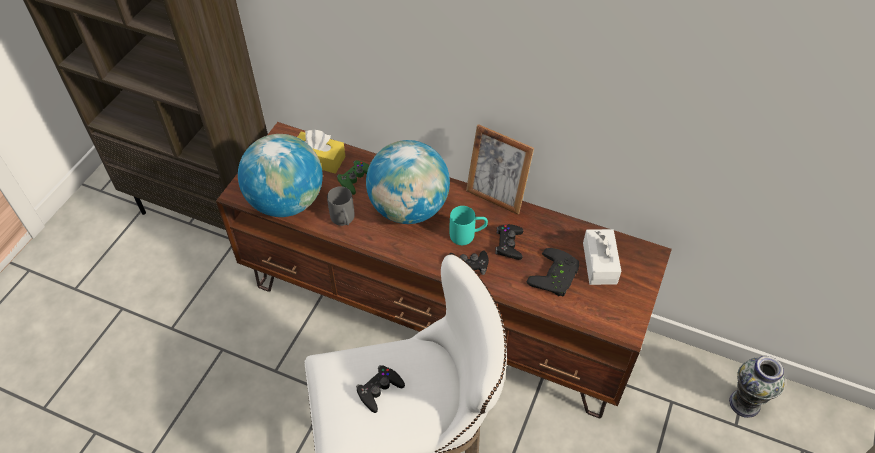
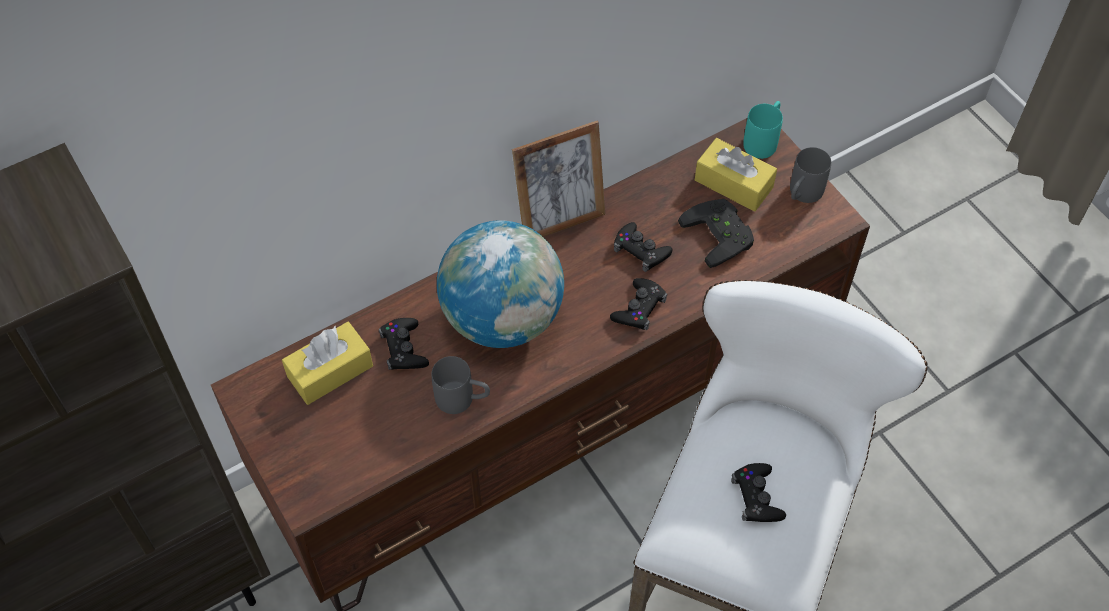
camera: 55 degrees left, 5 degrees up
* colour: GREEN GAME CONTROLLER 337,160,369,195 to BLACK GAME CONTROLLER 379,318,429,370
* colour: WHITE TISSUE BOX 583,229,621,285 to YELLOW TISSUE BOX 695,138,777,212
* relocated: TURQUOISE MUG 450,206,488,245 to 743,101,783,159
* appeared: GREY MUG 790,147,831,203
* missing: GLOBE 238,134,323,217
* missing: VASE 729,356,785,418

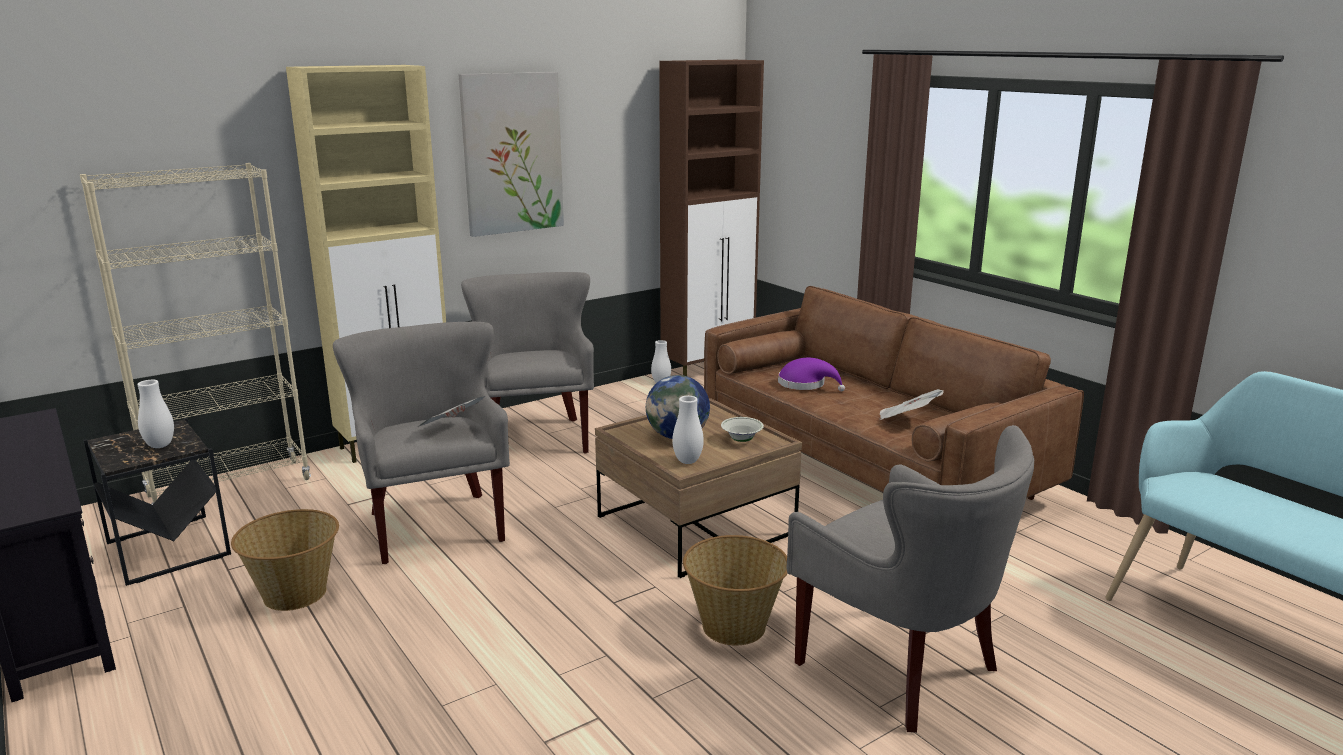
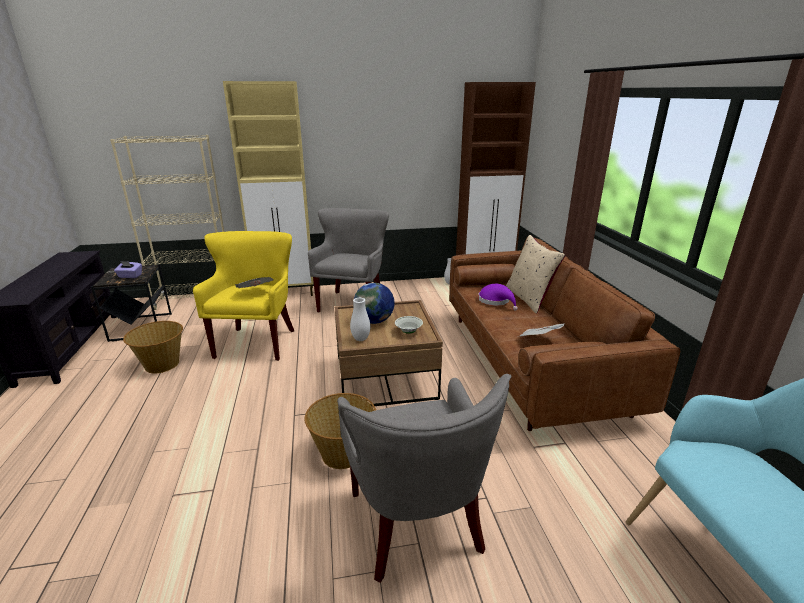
camera: 25 degrees right, 5 degrees up
* exchanged: WHITE VASE 137,380,174,448 to PURPLE TISSUE BOX 114,261,142,278
* colour: GREY ARMCHAIR 333,322,510,564 to YELLOW ARMCHAIR 193,231,294,361
* appeared: BEIGE PILLOW 506,235,565,314
* missing: PICTURE 458,72,564,237

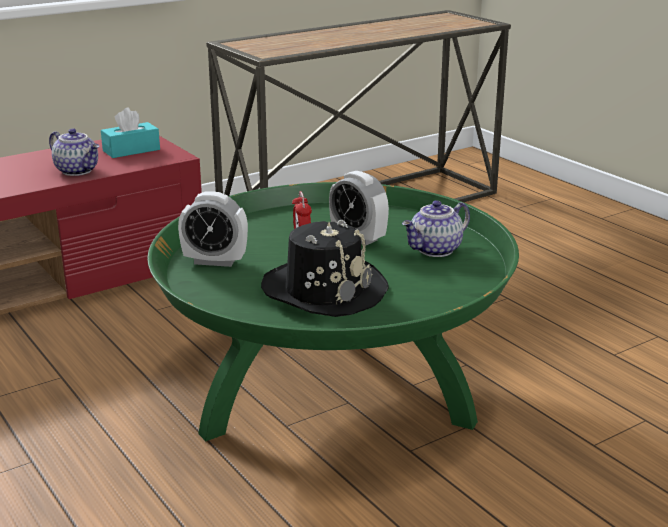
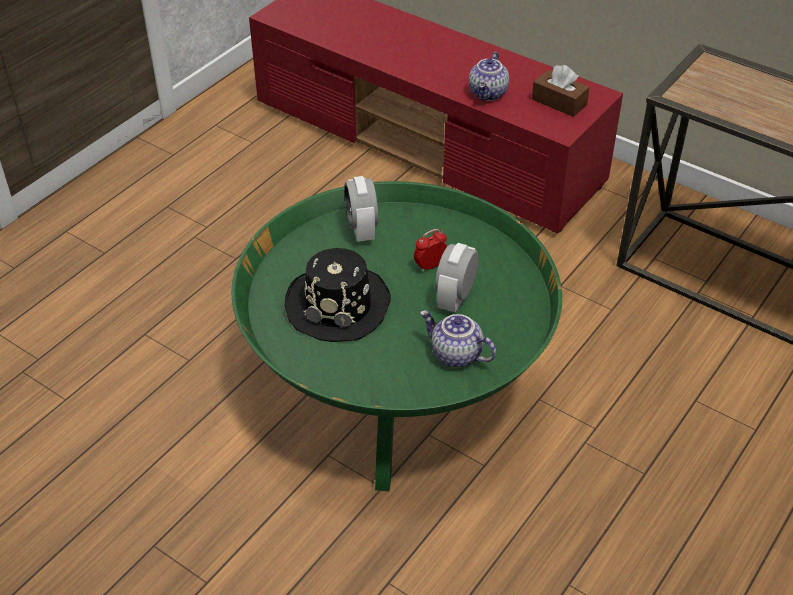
camera: 70 degrees right, 20 degrees up
* colour: TURQUOISE TISSUE BOX 101,107,160,158 to BROWN TISSUE BOX 532,65,590,117

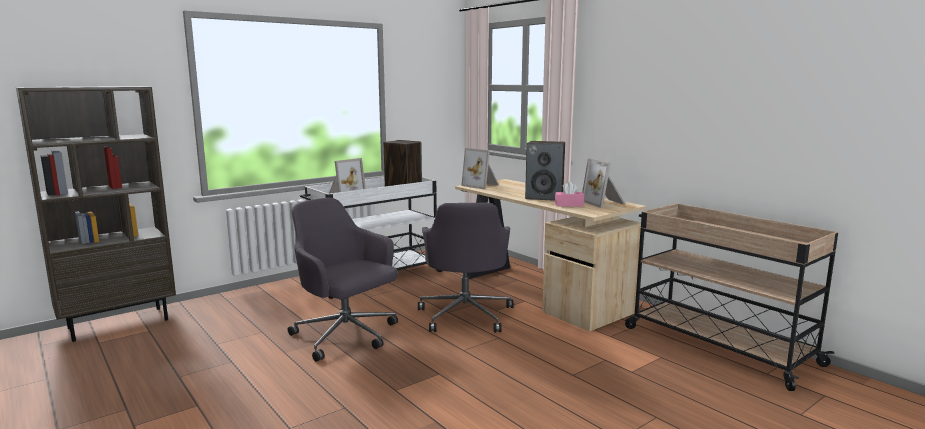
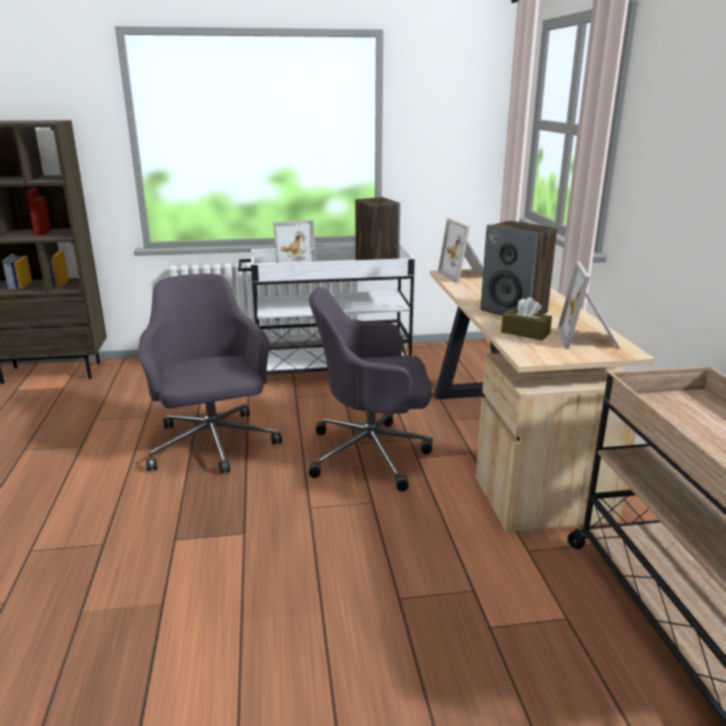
camera: 30 degrees right, 10 degrees up
* spun: GREY OFFICE CHAIR 418,203,514,332 = 309,287,433,492 60 degrees clockwise
* colour: PINK TISSUE BOX 555,182,584,207 to BROWN TISSUE BOX 501,297,552,340

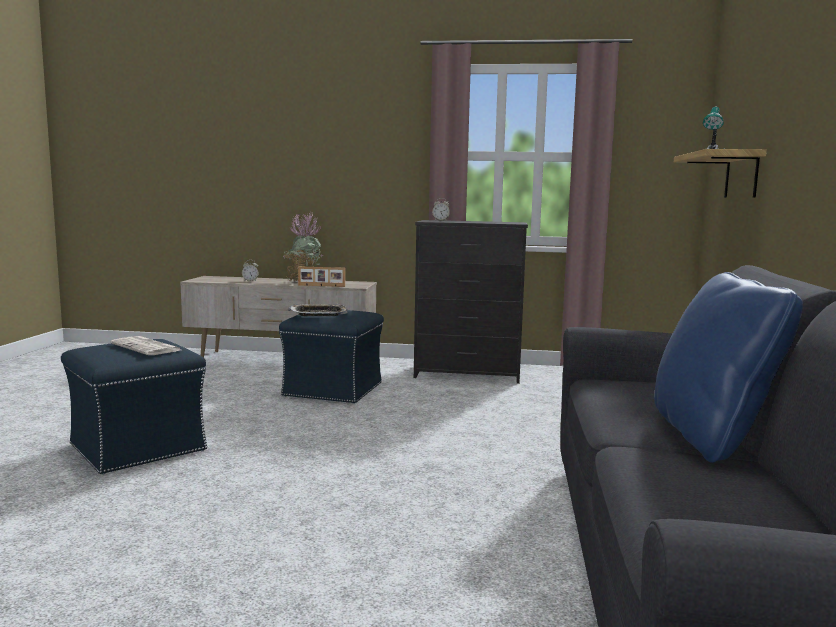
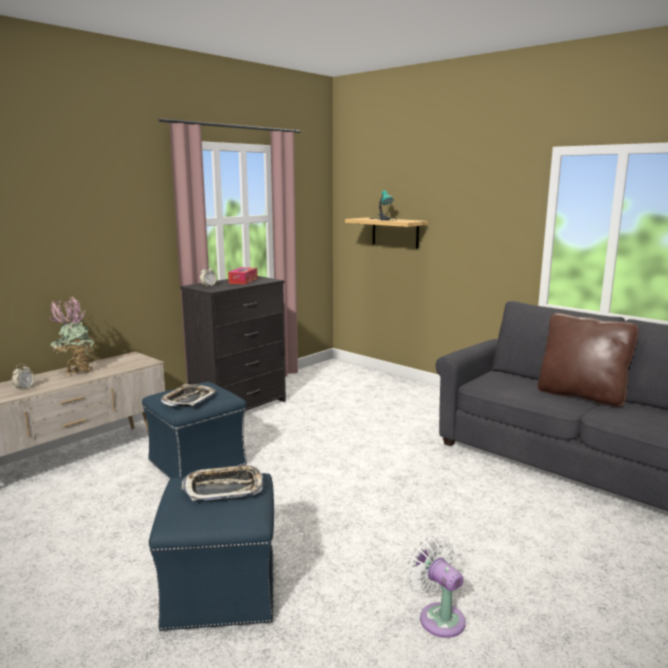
camera: 55 degrees left, 5 degrees up
* exchanged: NEWSPAPER 110,336,181,355 to TRAY 182,464,263,501
* appeared: TISSUE BOX 228,267,258,284
* appeared: WHITE FAN 406,535,466,638
* colour: BLUE PILLOW 654,272,803,463 to BROWN PILLOW 538,313,638,407
* missing: PICTURE FRAME 298,266,345,287

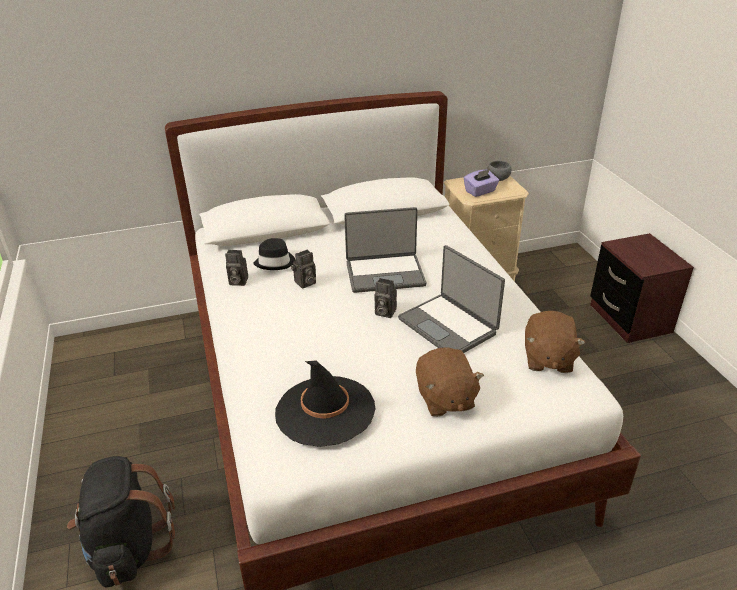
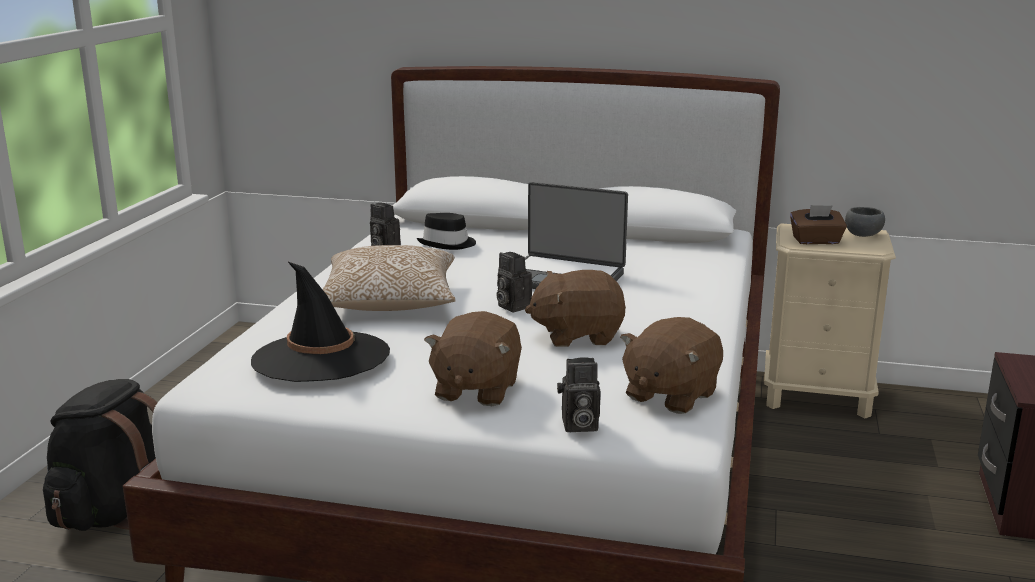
camera: 30 degrees right, 15 degrees down
* appeared: PILLOW 322,245,456,311
* exchanged: LAPTOP 398,245,505,353 to BROWN PLUSH TOY 525,270,626,347
* relocated: PHOTO CAMERA 291,250,316,288 to 557,358,601,432
* colour: PURPLE TISSUE BOX 464,169,499,197 to BROWN TISSUE BOX 790,205,847,244

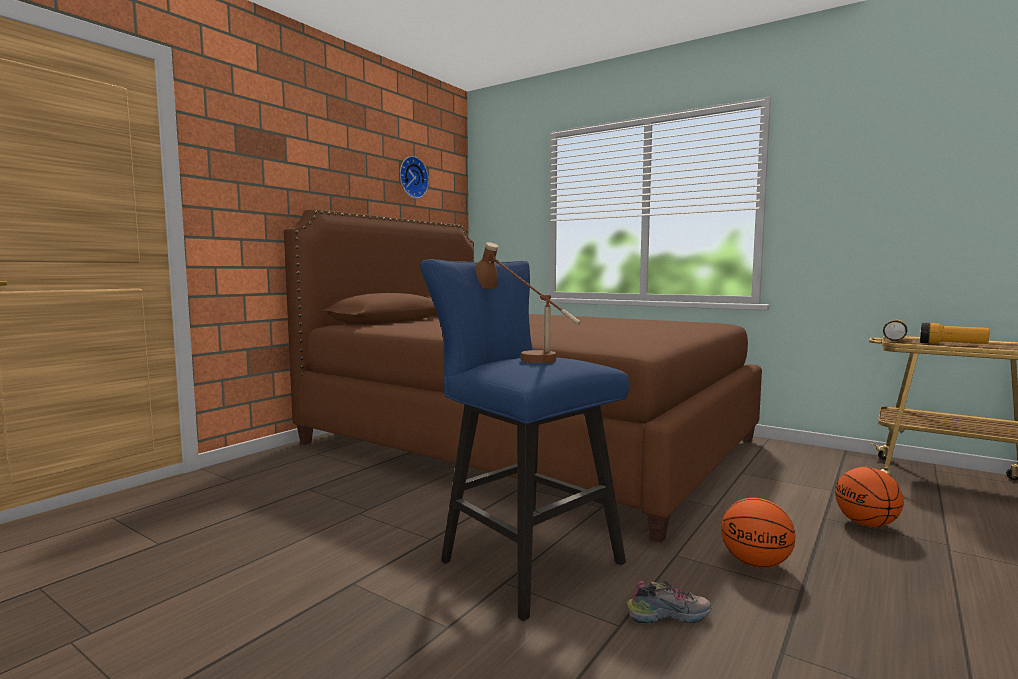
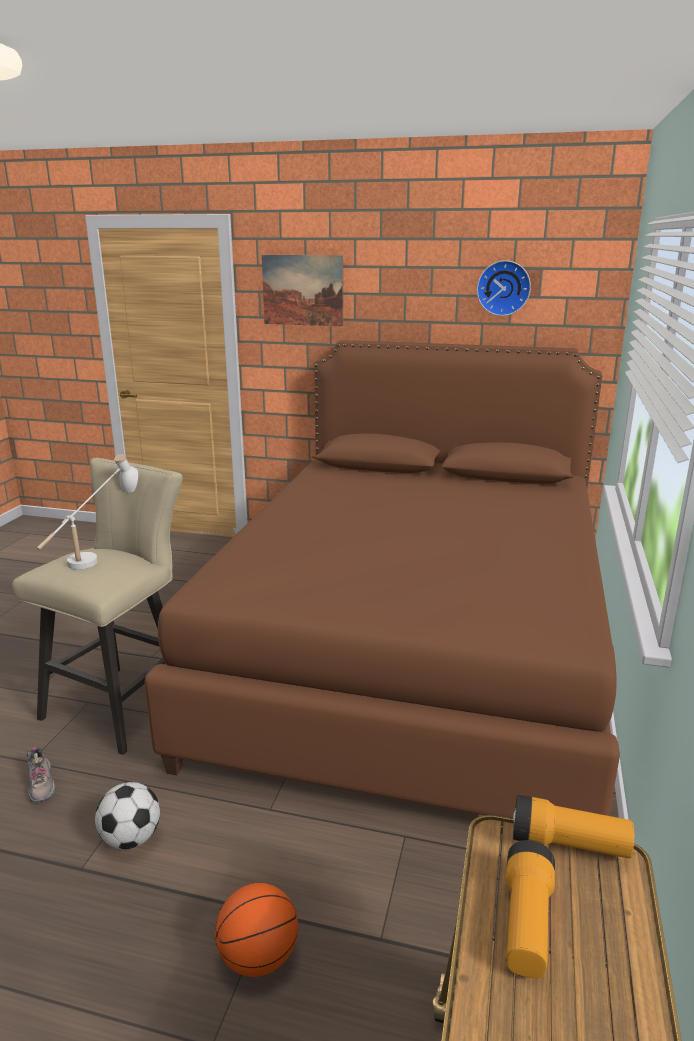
camera: 70 degrees right, 15 degrees up
* colour: BLUE STOOL 420,259,629,621 to BEIGE STOOL 12,458,183,755
* colour: BROWN TABLE LAMP 475,242,581,363 to WHITE TABLE LAMP 37,454,138,570
* exchanged: BASKETBALL 721,498,795,568 to FOOTBALL 95,782,160,849
* appeared: PICTURE 262,255,343,326

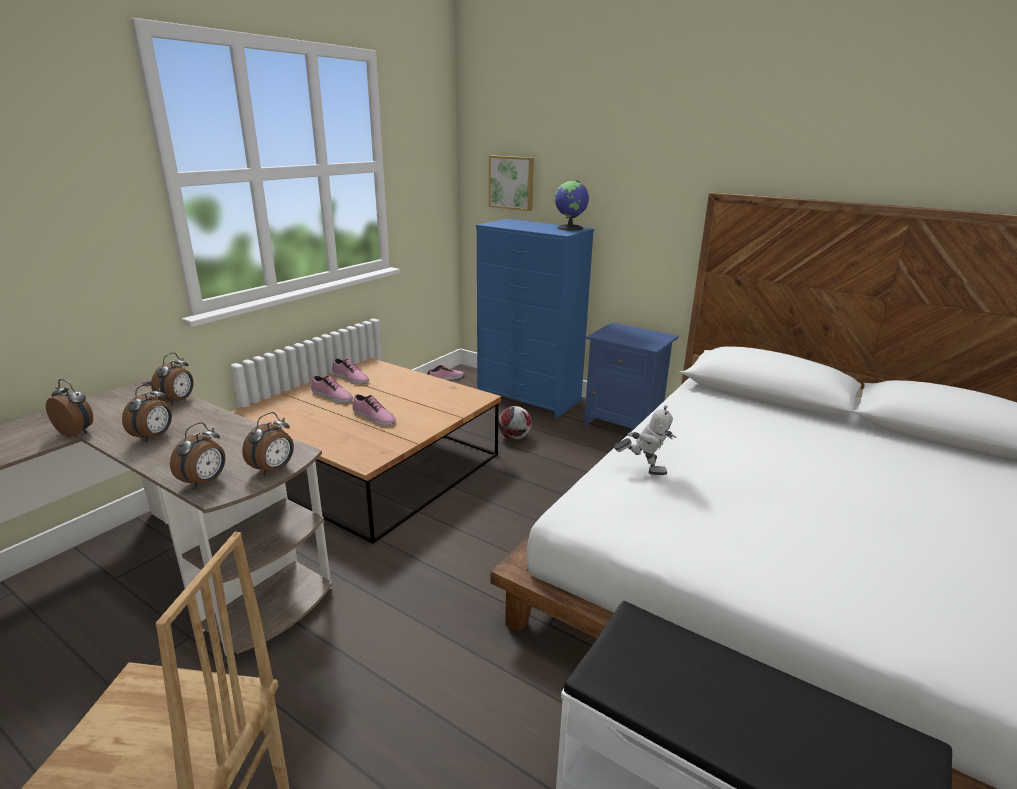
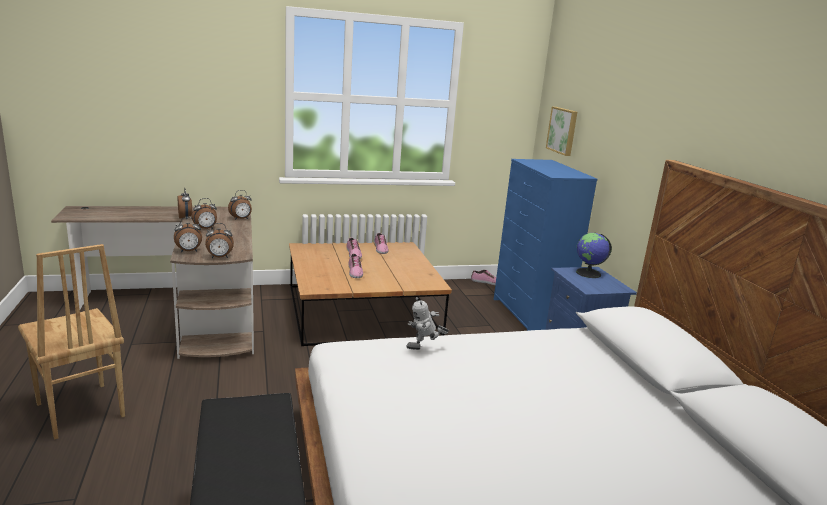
camera: 40 degrees right, 5 degrees down
* spun: TOY ROBOT 614,405,677,475 = 406,297,449,350 105 degrees clockwise
* relocated: GLOBE 555,180,589,231 to 576,233,612,278
* missing: FOOTBALL 498,406,532,440

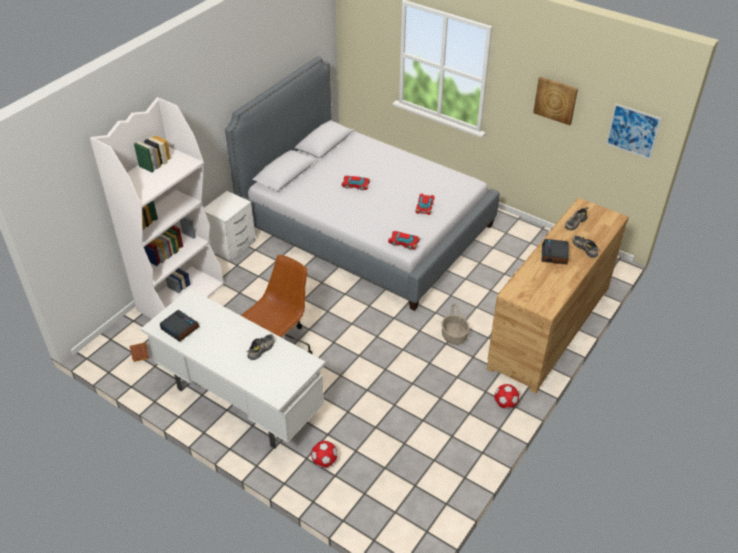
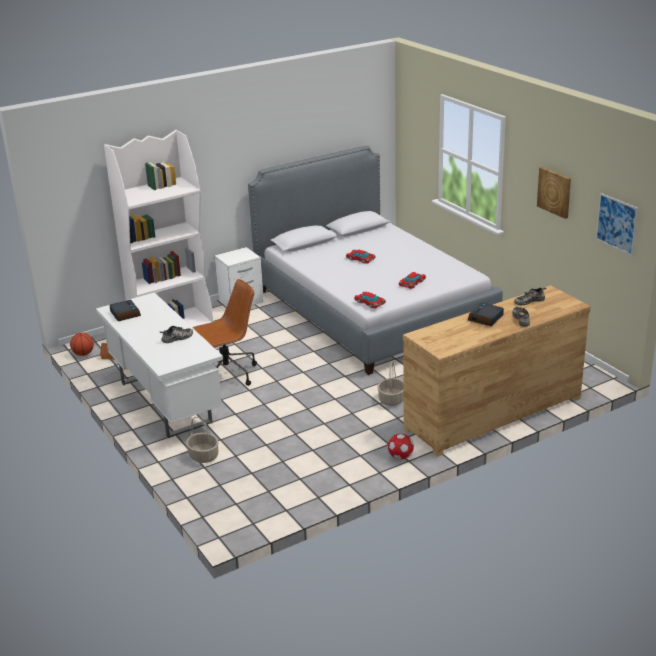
camera: 25 degrees right, 15 degrees down
* appeared: BASKETBALL 70,333,94,356
* exchanged: FOOTBALL 311,441,337,468 to BASKET 186,417,218,463

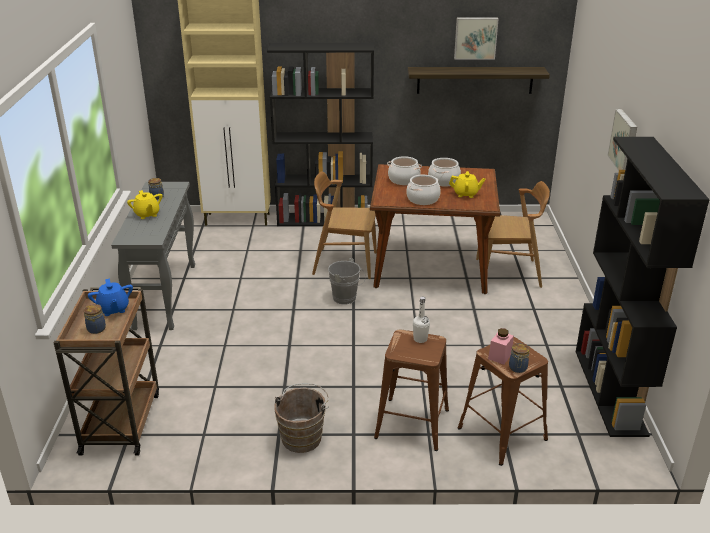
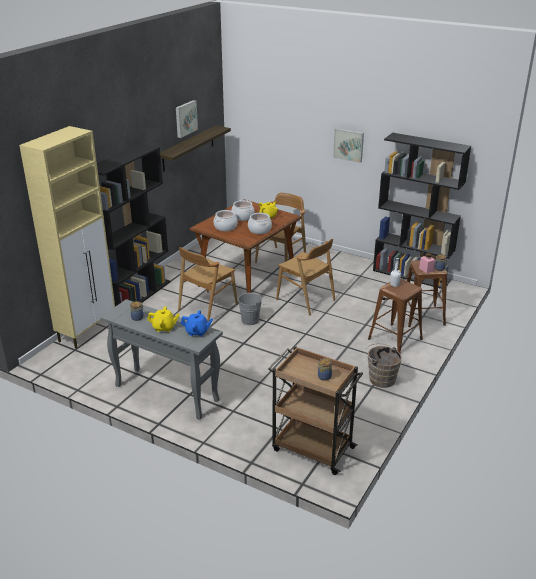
camera: 60 degrees left, 0 degrees up
* relocated: BLUE TEAPOT 88,279,133,316 to 181,310,213,337
* appeared: BROWN CHAIR 276,239,335,315

